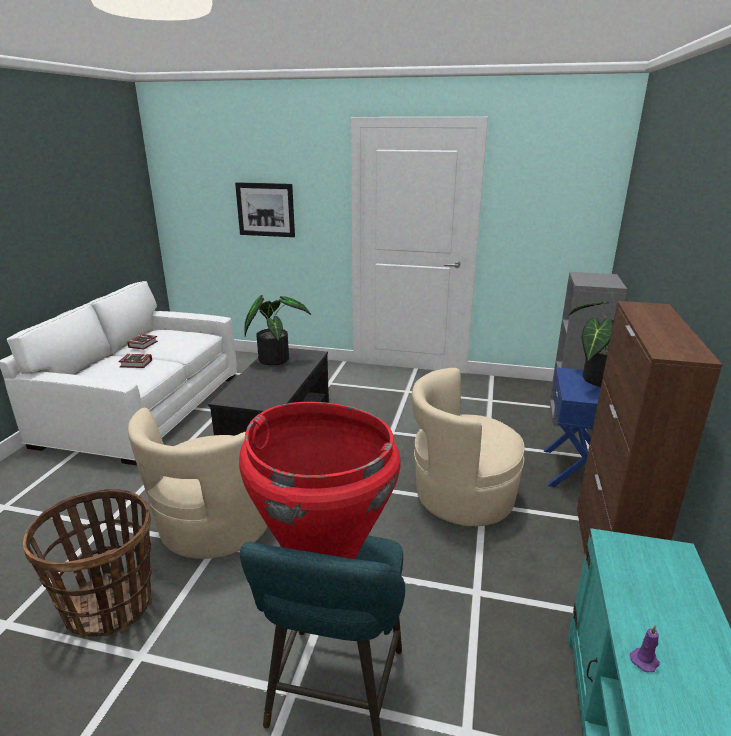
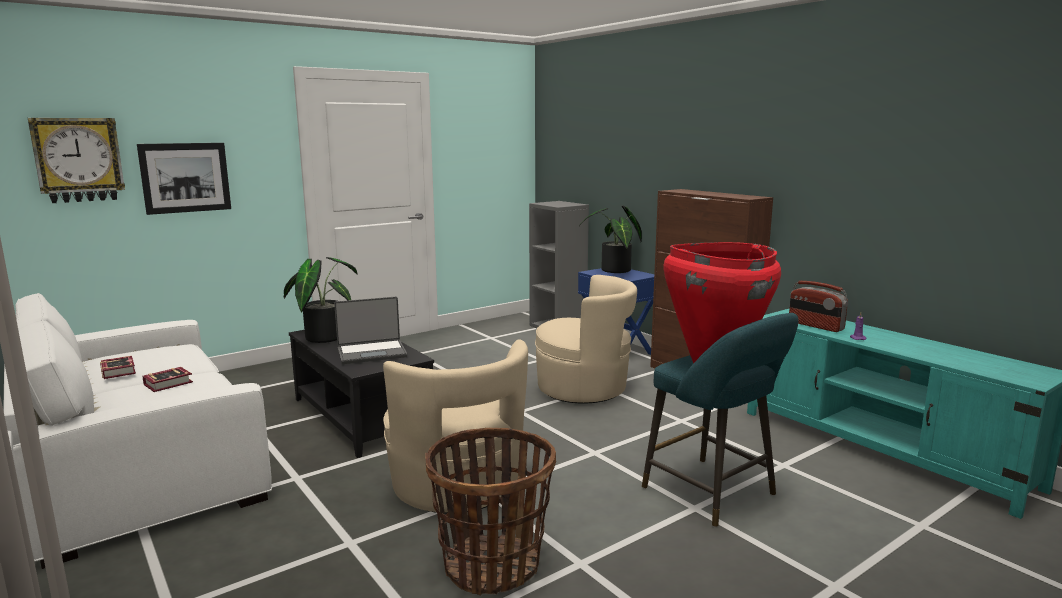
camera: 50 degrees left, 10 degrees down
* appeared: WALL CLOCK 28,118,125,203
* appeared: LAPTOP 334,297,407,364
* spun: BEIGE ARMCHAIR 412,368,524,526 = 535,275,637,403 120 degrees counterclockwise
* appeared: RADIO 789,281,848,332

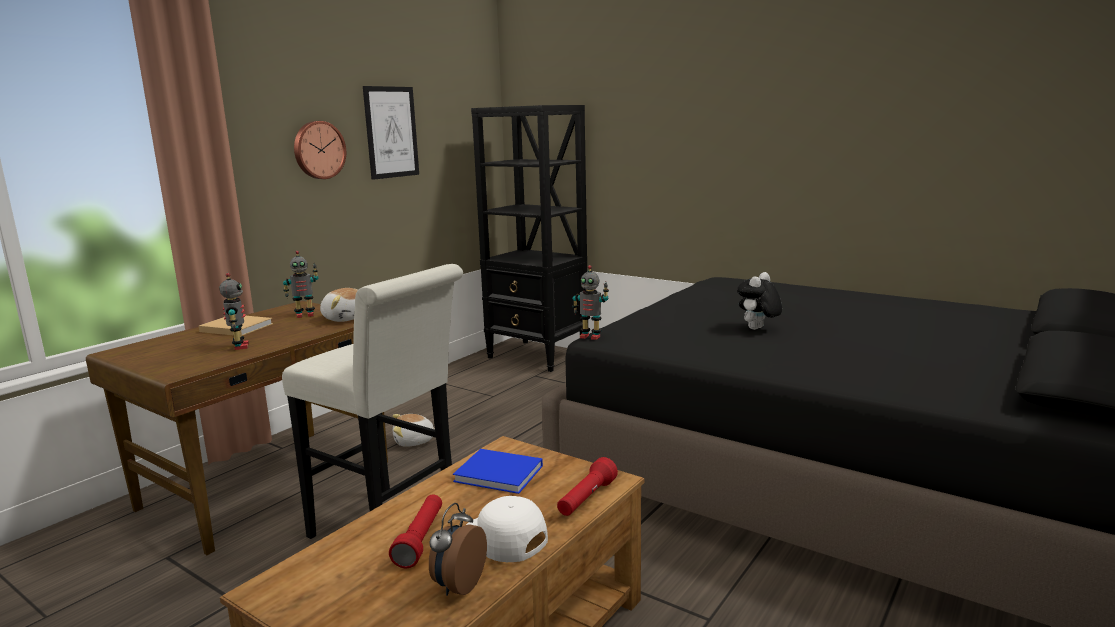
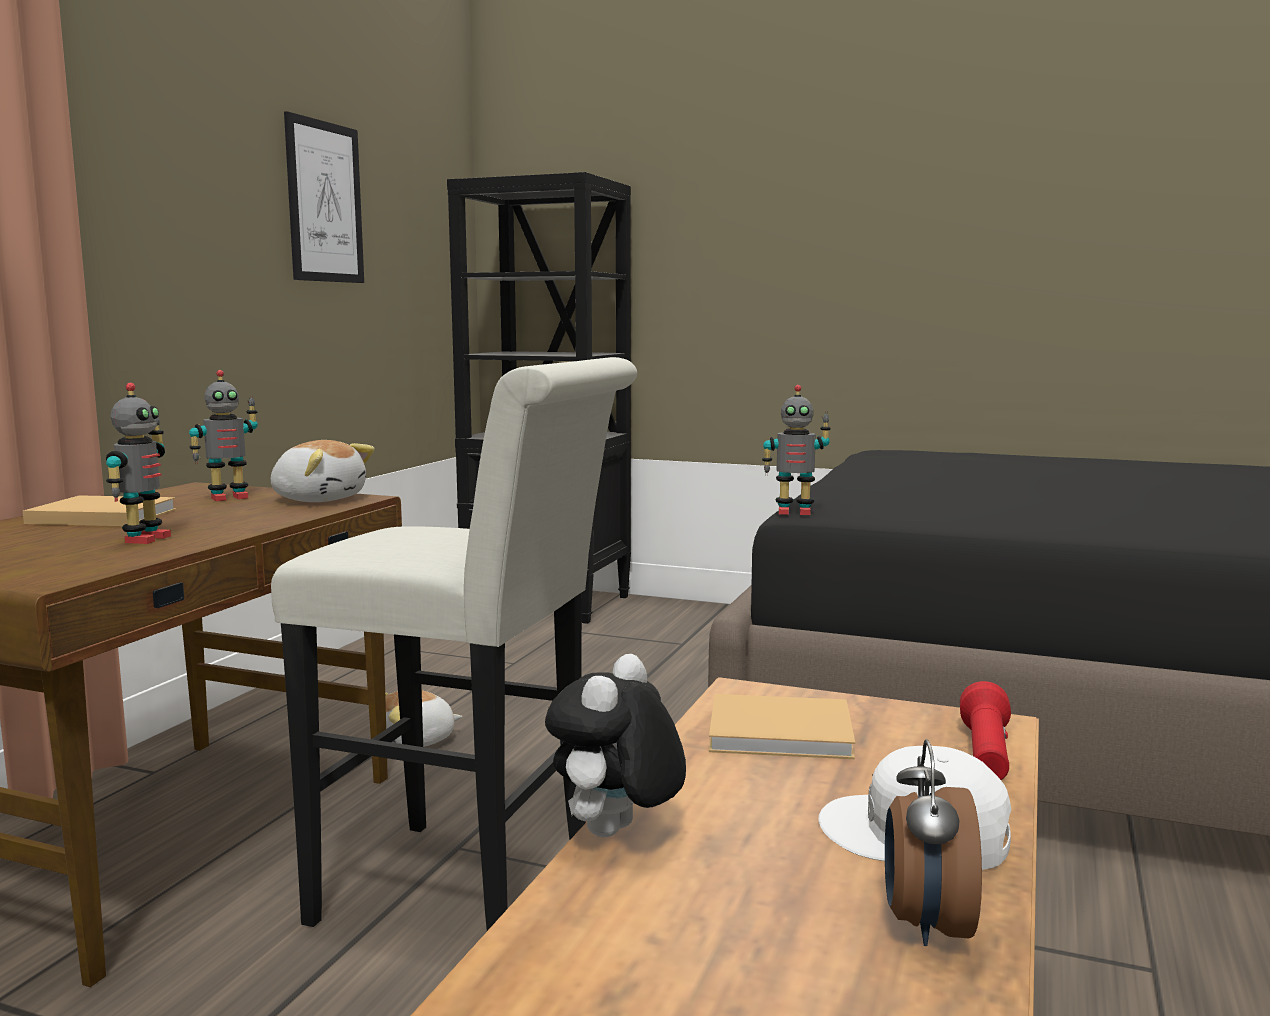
camera: 15 degrees left, 5 degrees down
* spun: TOY ROBOT 220,273,249,350 = 106,383,171,544 45 degrees clockwise
* relocated: PLUSH TOY 737,272,782,330 to 545,654,686,837
* colour: BLUE BOOK 453,449,543,494 to BEIGE BOOK 709,694,855,759
* missing: WALL CLOCK 294,121,346,179
* missing: RED FLASHLIGHT 389,495,442,568

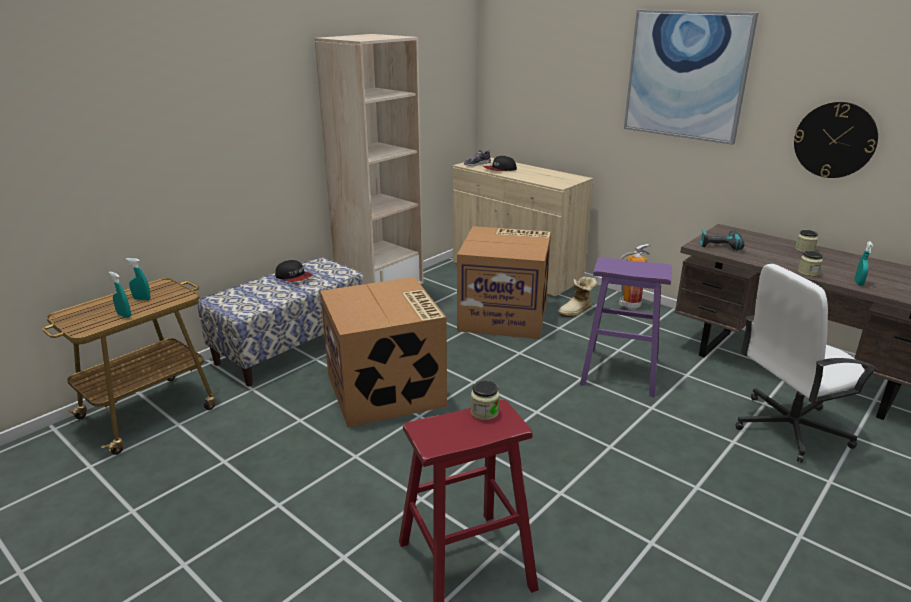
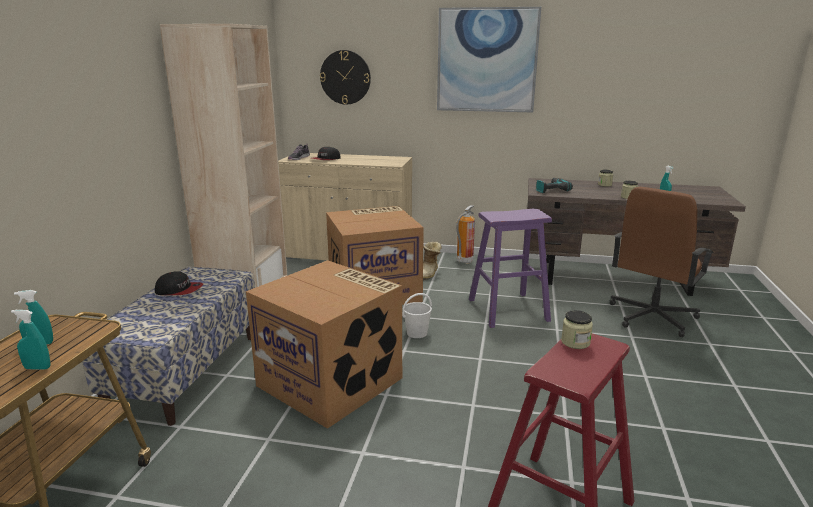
camera: 30 degrees left, 5 degrees down
* relocated: WALL CLOCK 794,102,878,178 to 320,50,371,105
* appeared: WHITE BUCKET 402,293,432,338
* colour: WHITE OFFICE CHAIR 736,264,878,463 to BROWN OFFICE CHAIR 610,187,714,337

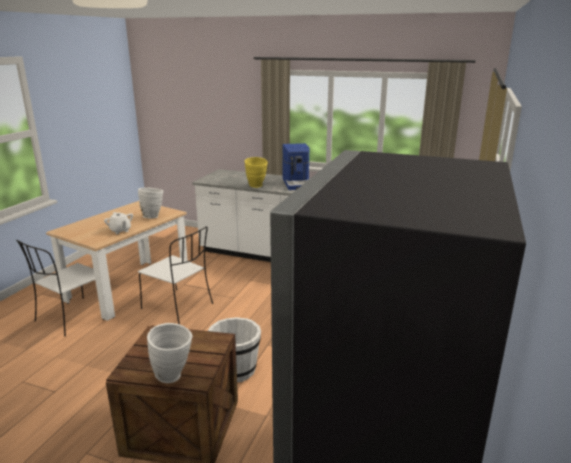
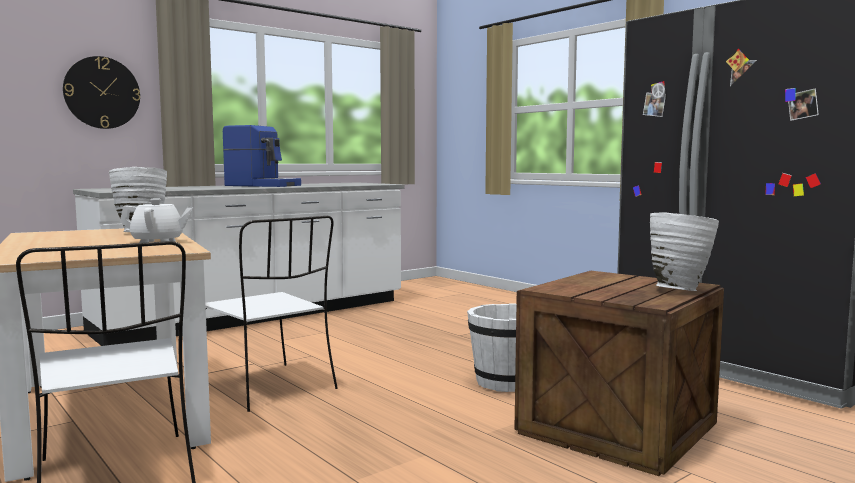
camera: 60 degrees left, 15 degrees down
* appeared: WALL CLOCK 63,56,140,129
* spun: WHITE CHAIR 138,227,213,324 = 205,216,338,412 75 degrees clockwise
* missing: YELLOW VASE 245,157,268,188

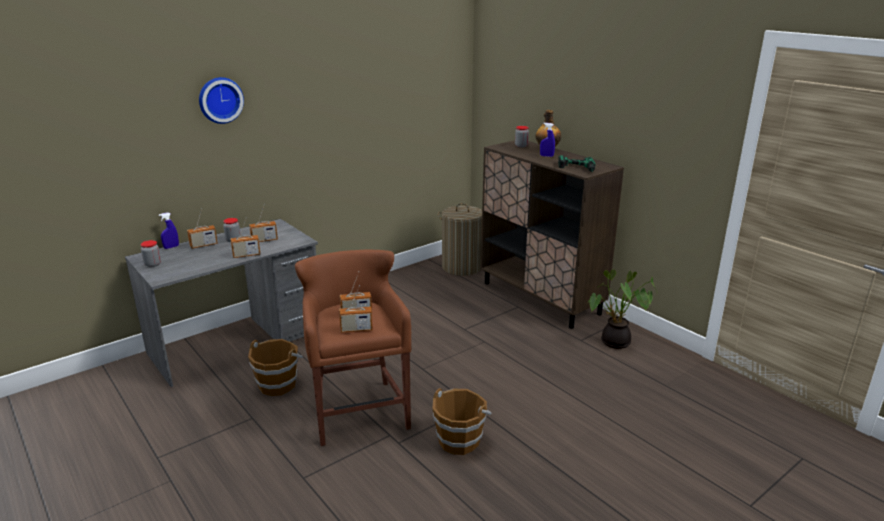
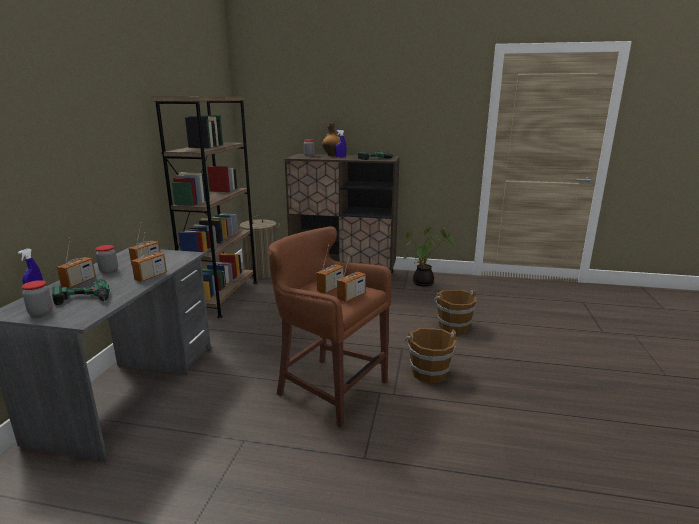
camera: 40 degrees left, 5 degrees down
* appeared: POWER DRILL 52,279,110,305
* appeared: BROWN BOOKCASE 151,97,258,318
* relocated: BROWN BUCKET 248,339,303,396 to 432,289,476,334
* missing: WALL CLOCK 199,77,244,124

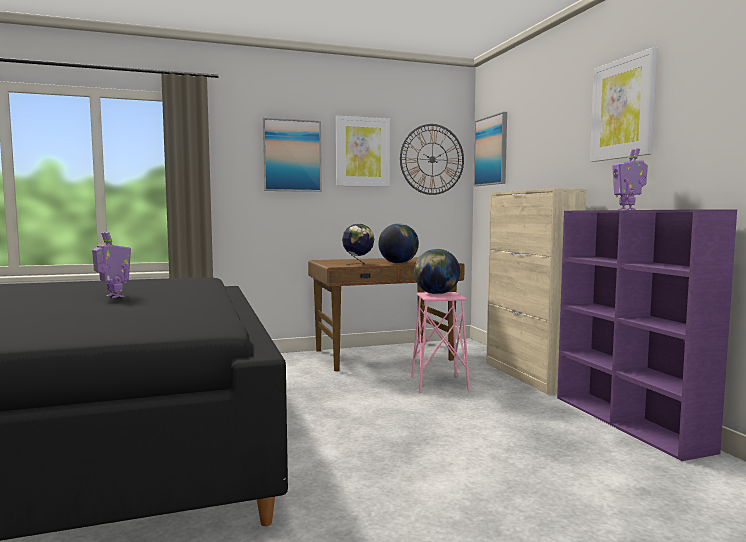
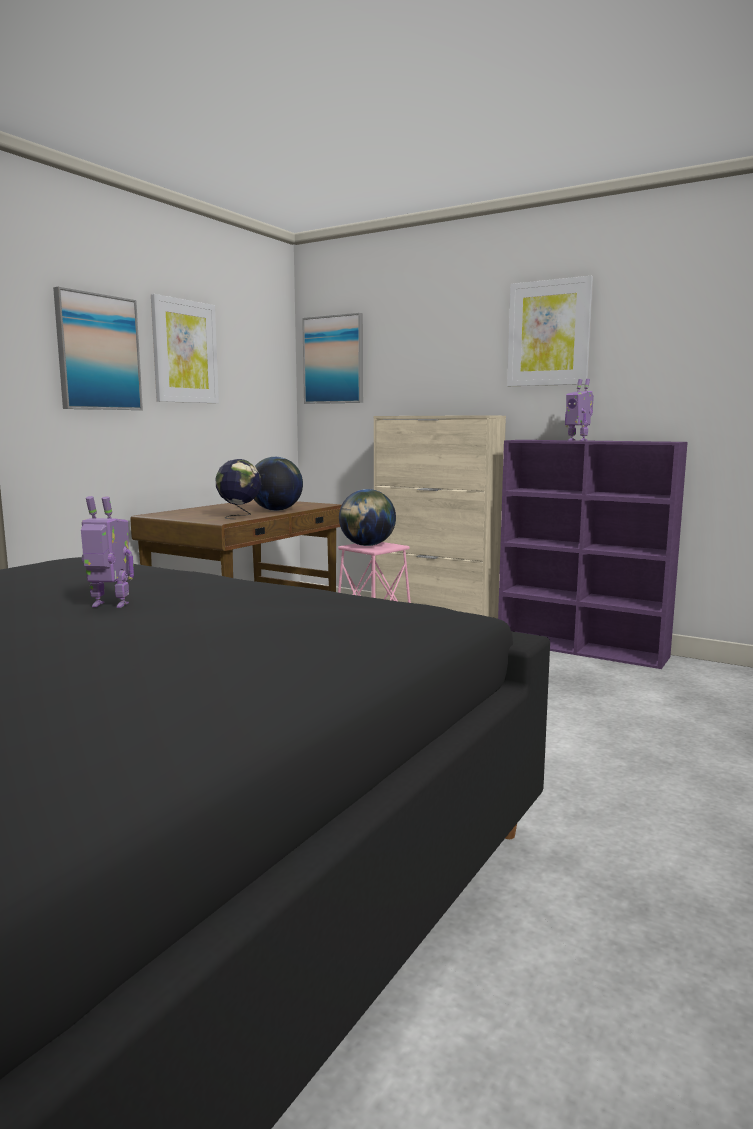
camera: 40 degrees left, 5 degrees up
* missing: WALL CLOCK 400,124,464,195

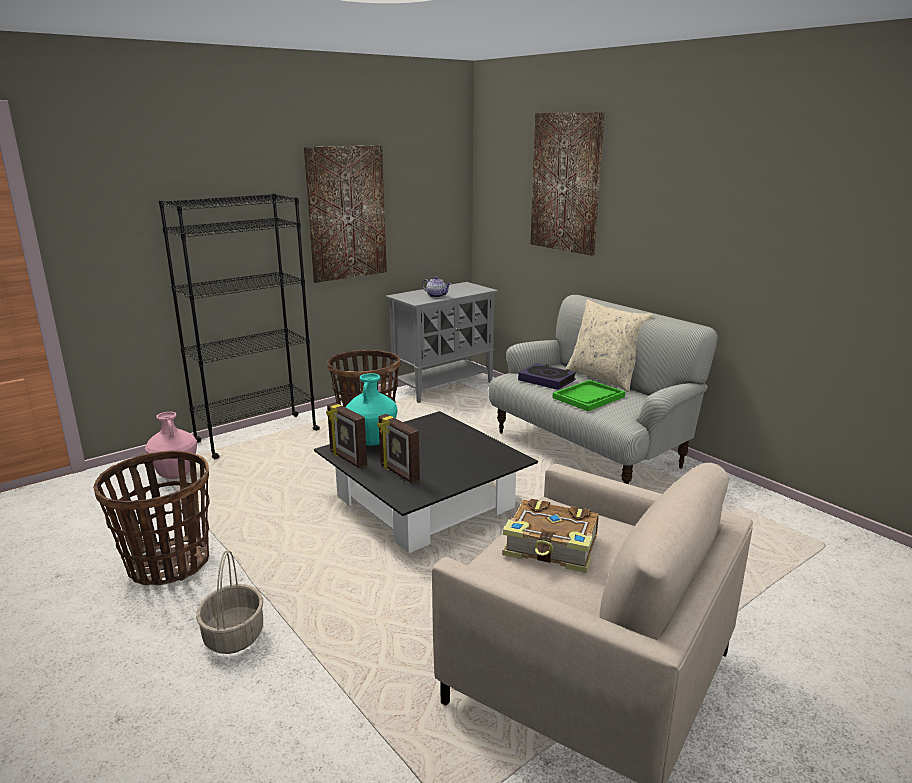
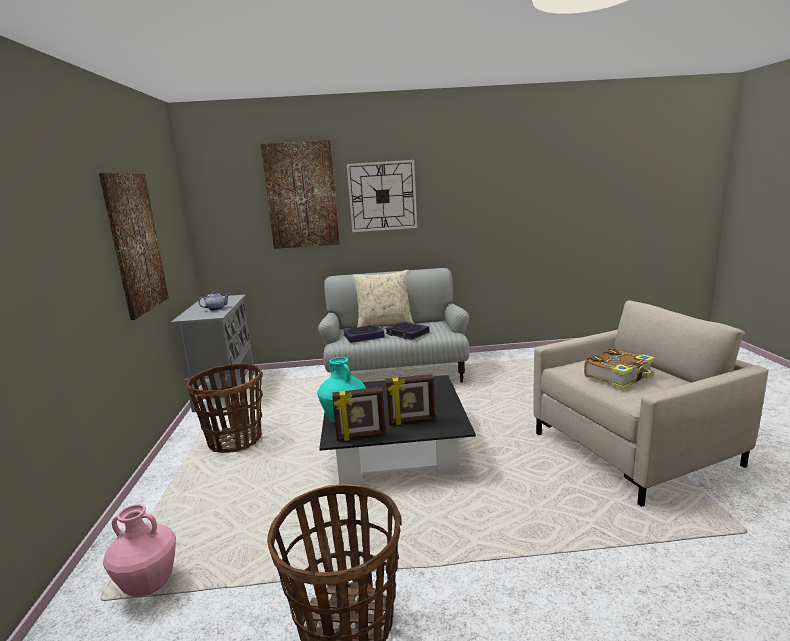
camera: 55 degrees left, 5 degrees down
* appeared: WALL CLOCK 347,160,417,232
* exchanged: GREEN TRAY 553,380,625,411 to BOOK 385,322,429,340
* missing: BLACK BOOKCASE 159,193,320,459
* missing: BASKET 196,551,263,654

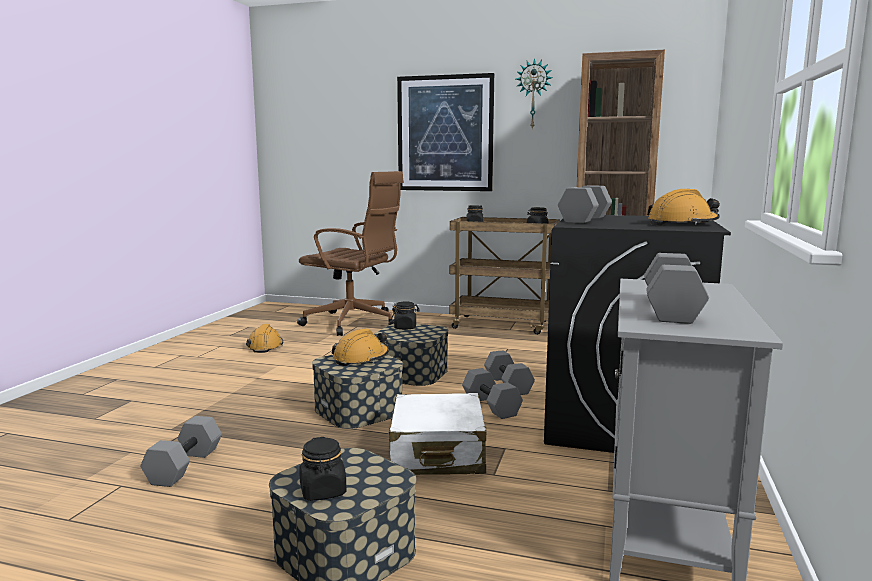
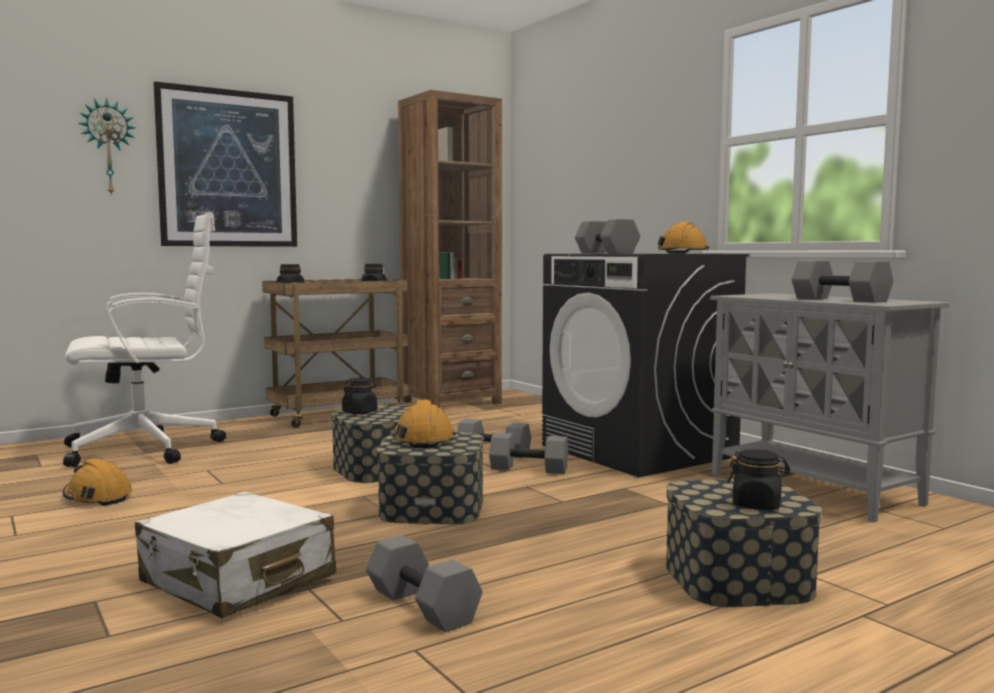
camera: 50 degrees left, 5 degrees down
* colour: BROWN OFFICE CHAIR 297,171,404,336 to WHITE OFFICE CHAIR 63,212,226,467
* relocated: WALL CLOCK 516,58,552,129 to 78,98,136,196
* relocated: WHITE SUITCASE 388,393,486,475 to 135,491,336,618

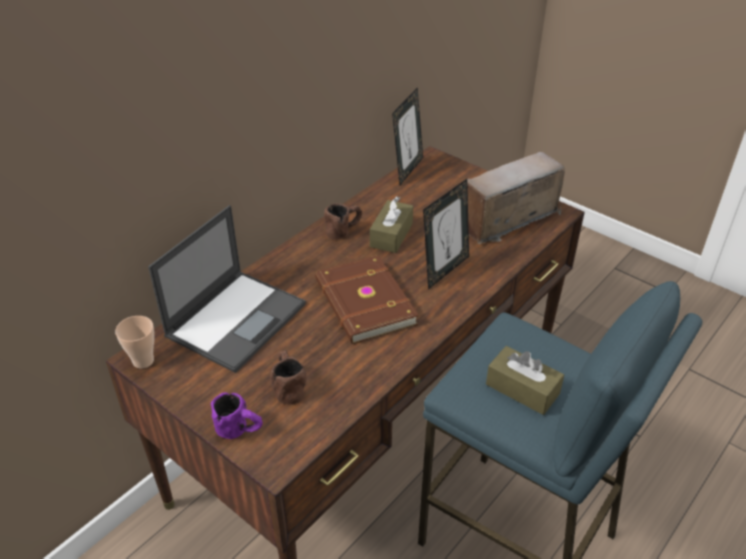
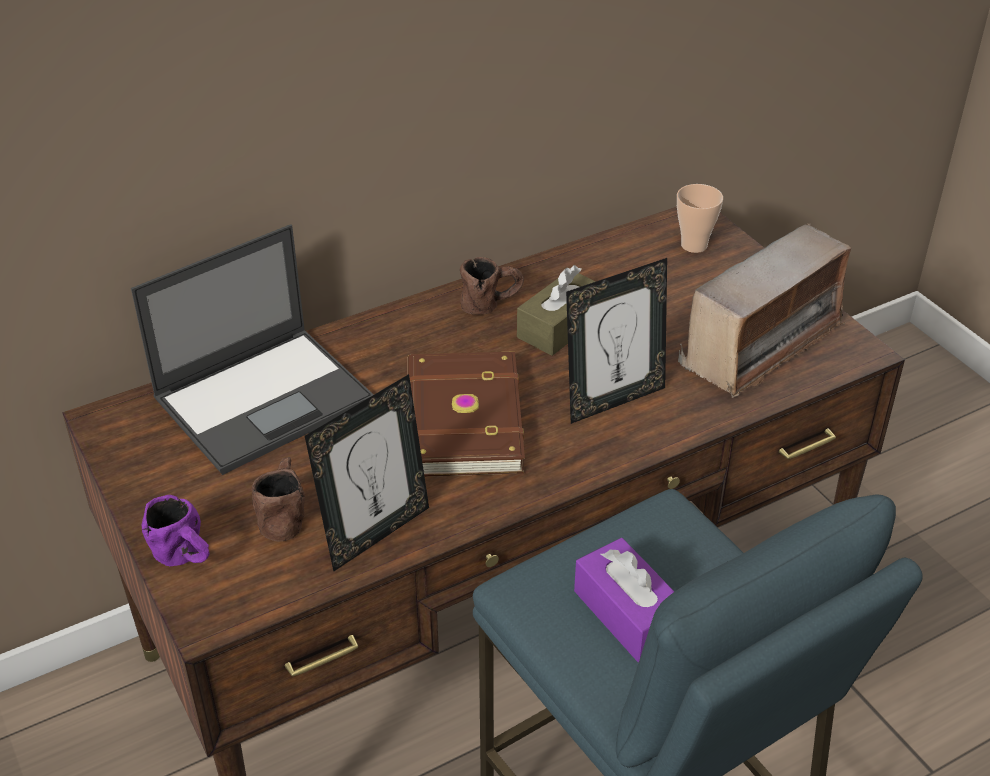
camera: 20 degrees right, 0 degrees up
* relocated: PICTURE FRAME 392,87,423,185 to 305,374,429,572
* colour: BROWN TISSUE BOX 486,346,564,415 to PURPLE TISSUE BOX 574,538,674,662
* relocated: CUP 115,316,154,369 to 677,184,723,253
* spun: RADIO 465,152,565,245 = 678,223,851,398 150 degrees clockwise

